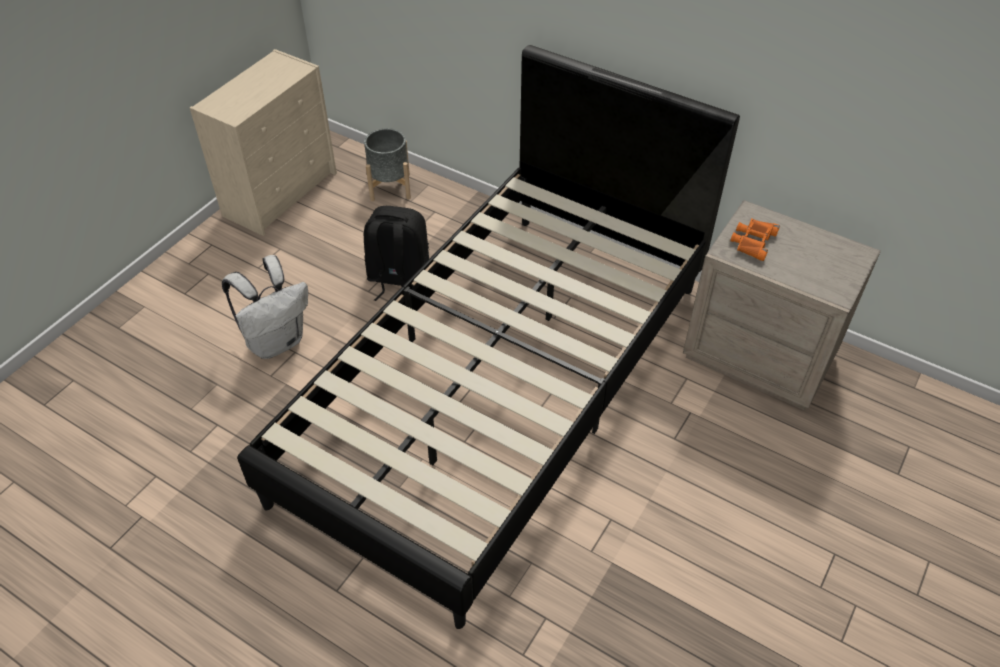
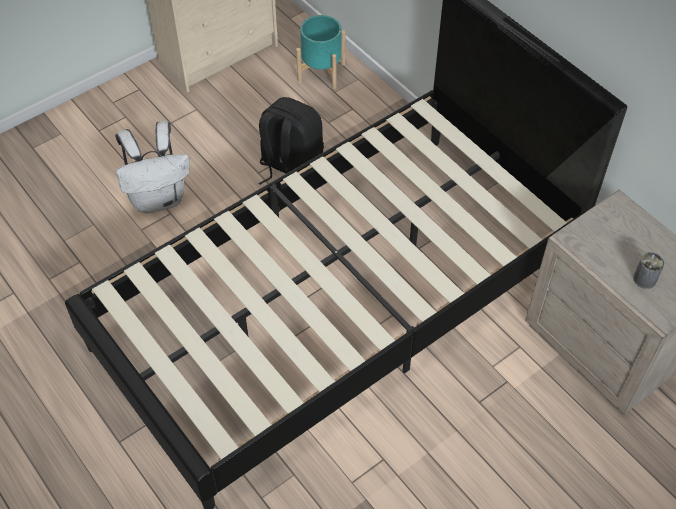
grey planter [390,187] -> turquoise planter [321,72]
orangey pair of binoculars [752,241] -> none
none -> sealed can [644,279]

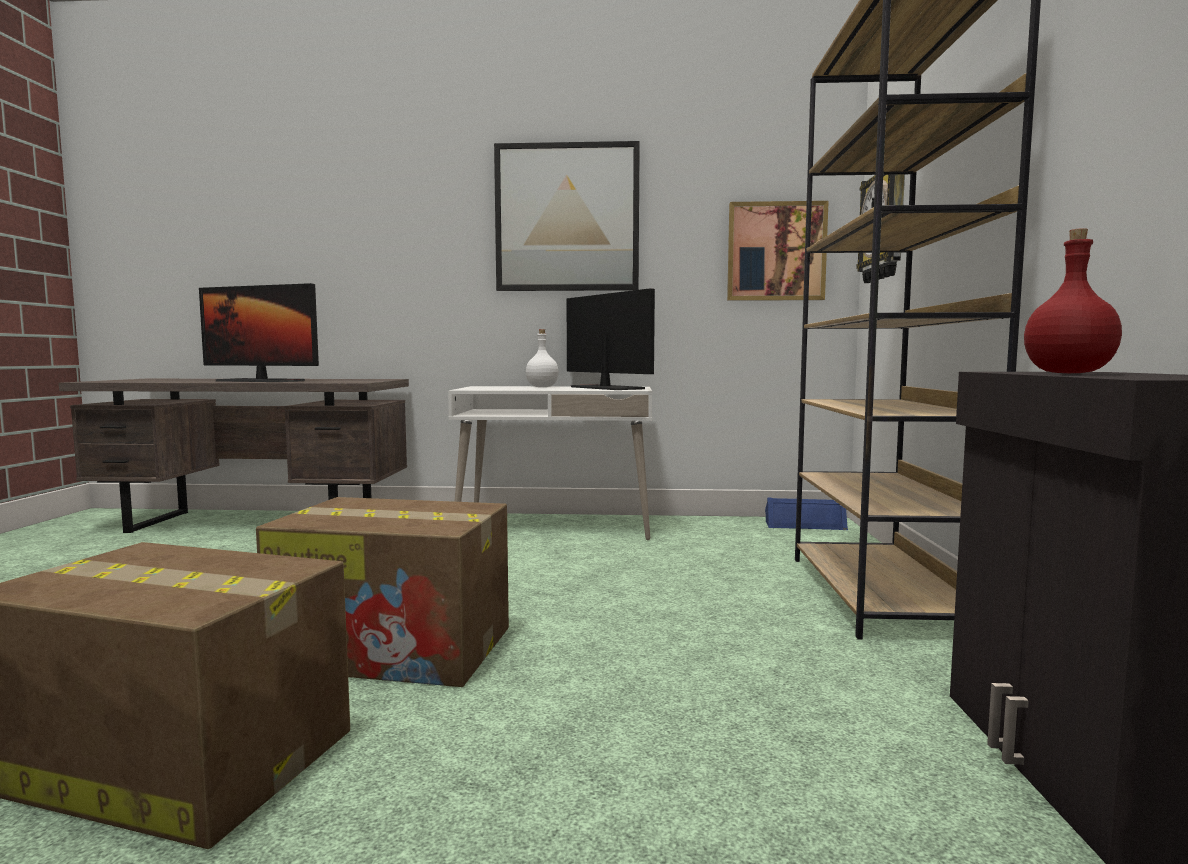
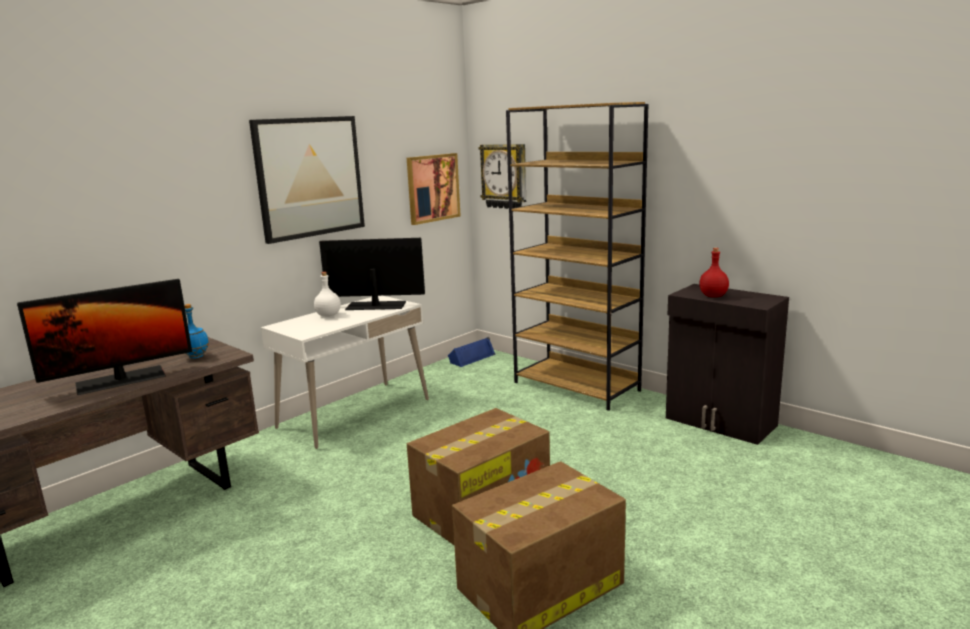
none -> blue bottle [197,356]

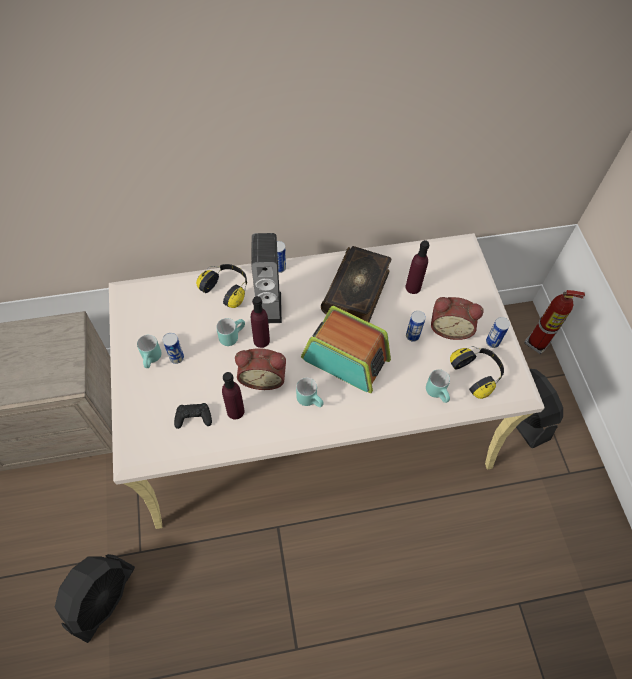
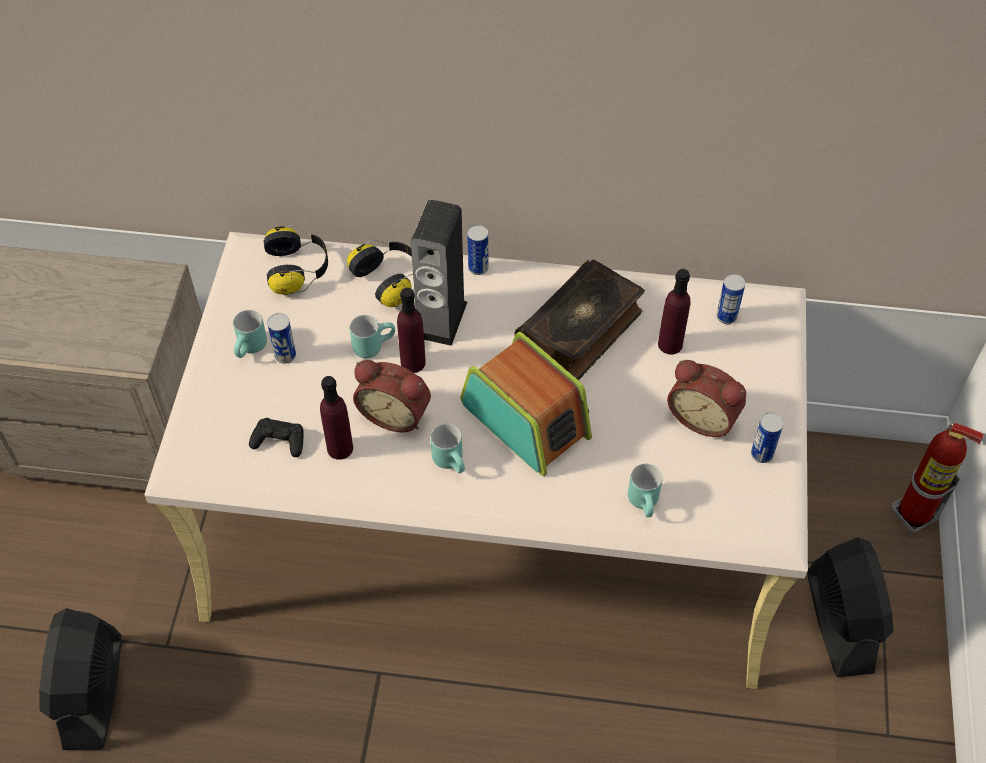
sealed can [412,336] -> sealed can [726,316], moved
headphones [477,374] -> headphones [298,269], moved
black-coloured cooling fan [102,597] -> black-coloured cooling fan [93,692], 135 degrees clockwise

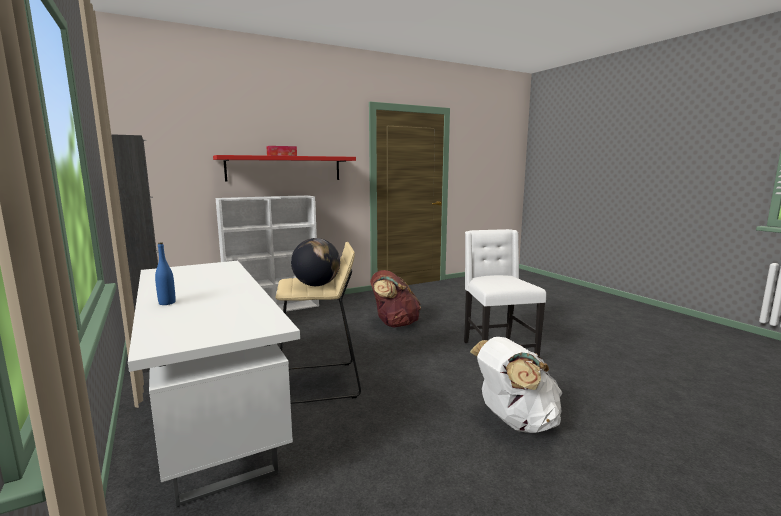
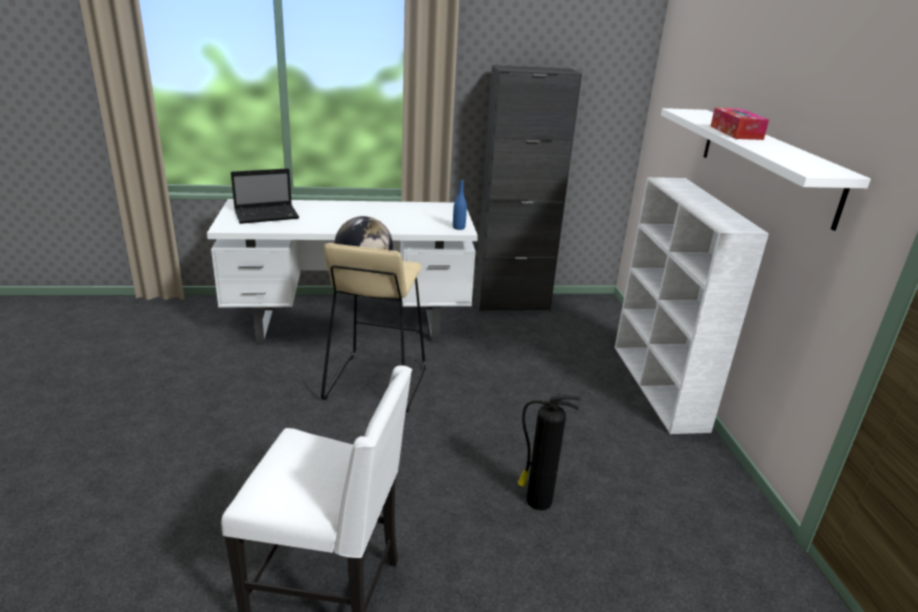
reddish bracket shelf [284,168] -> white bracket shelf [766,163]
blue bottle [167,303] -> blue bottle [458,228], moved
brown-coloured backpack [394,324] -> fire-fighting cylinder [537,500]
white backpack [514,421] -> none
none -> notebook computer [268,215]

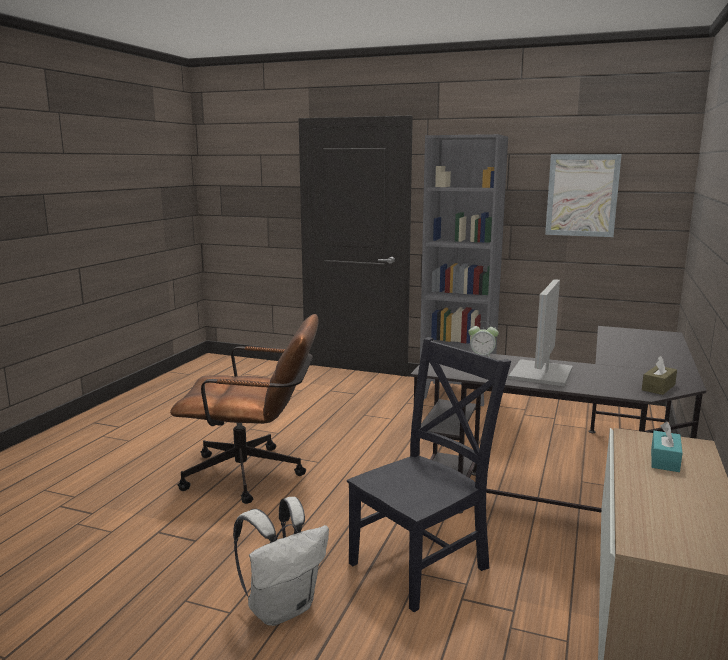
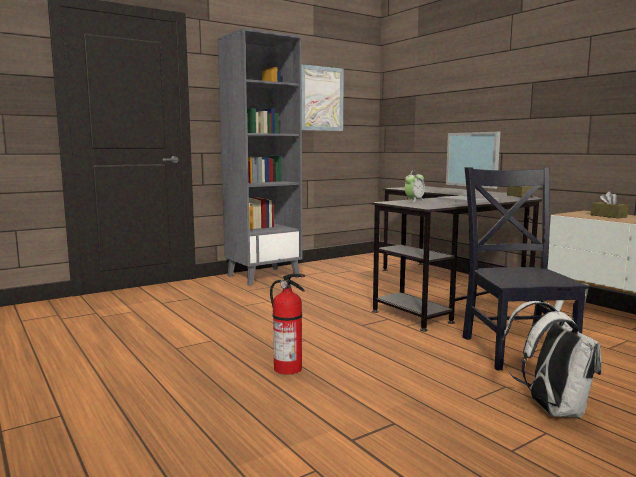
brown-coloured desk chair [254,475] -> fire-fighting cylinder [289,368]
turquoise tissue box [665,460] -> brown-coloured tissue box [608,216]

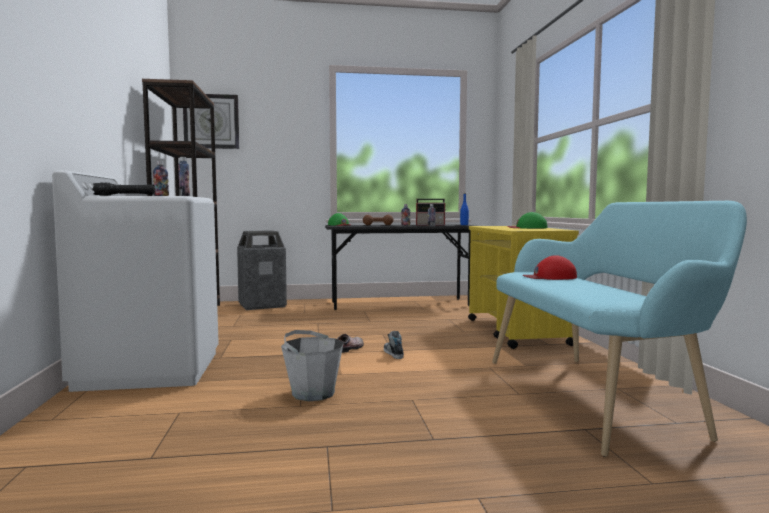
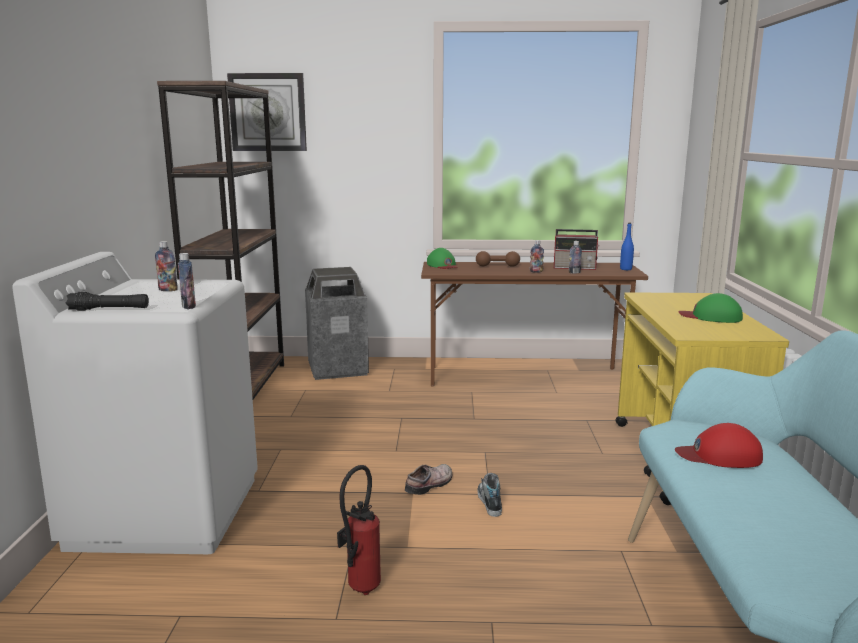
grey desk table [400,304] -> brown-coloured desk table [526,377]
grey bucket [313,393] -> fire-fighting cylinder [359,589]

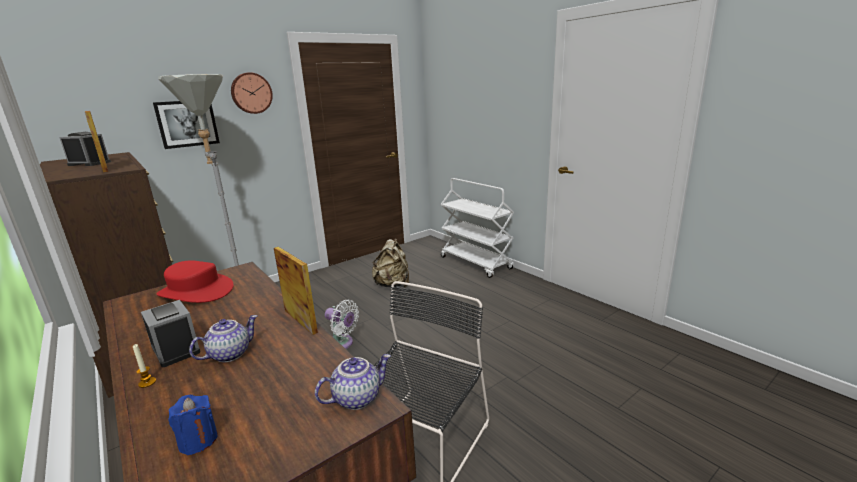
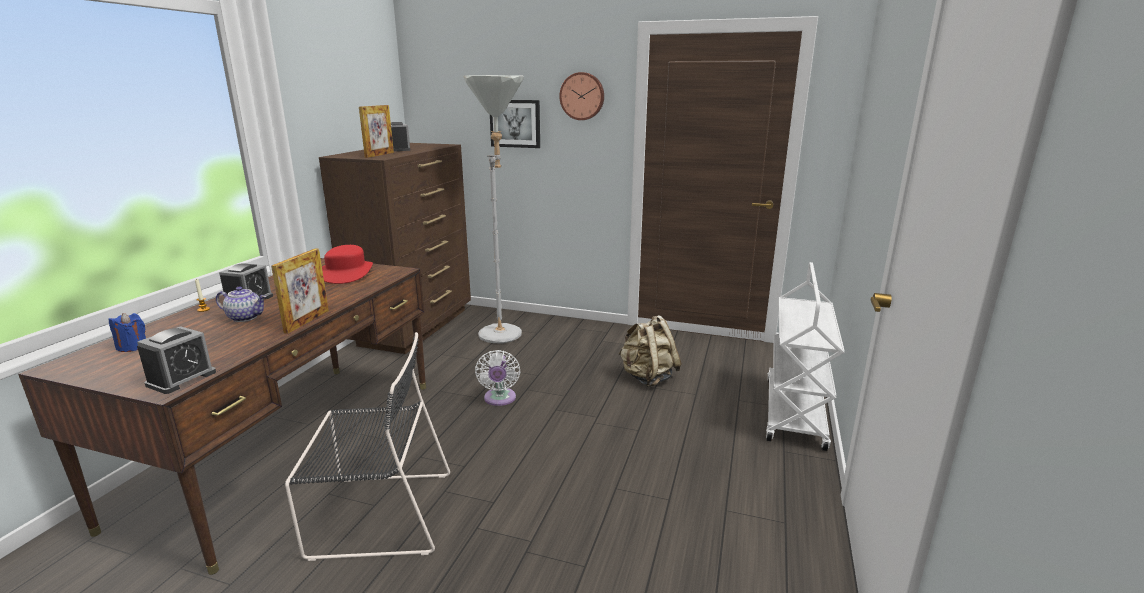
pot for tea [357,397] -> alarm clock [181,379]

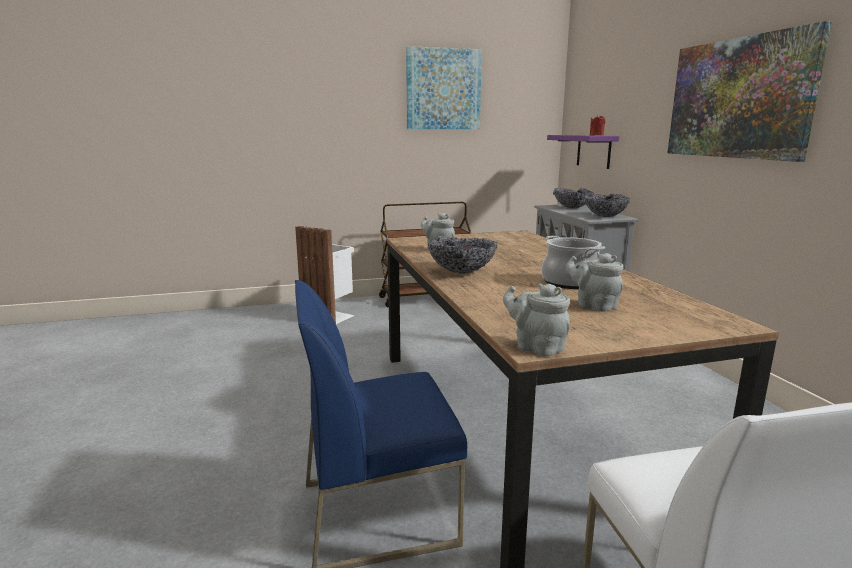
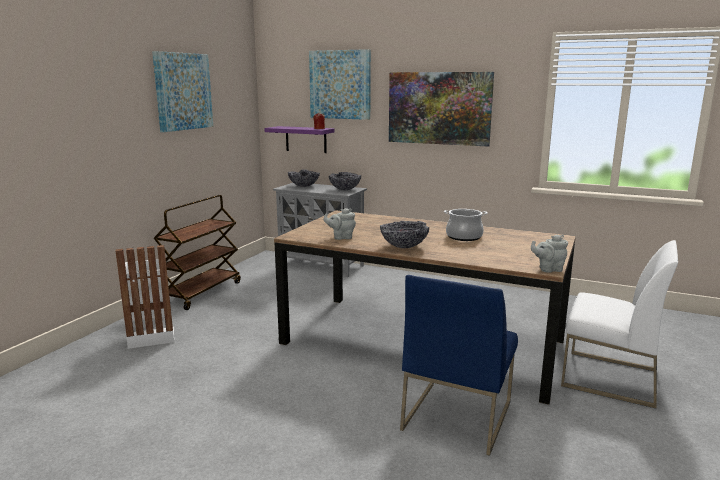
grey pot for tea [593,305] -> none
none -> wall art [340,84]

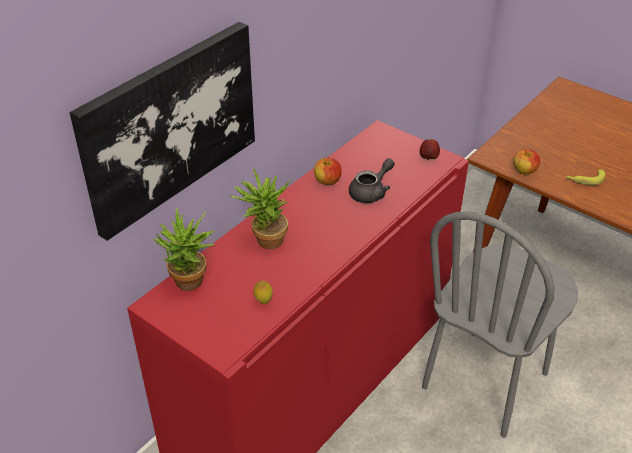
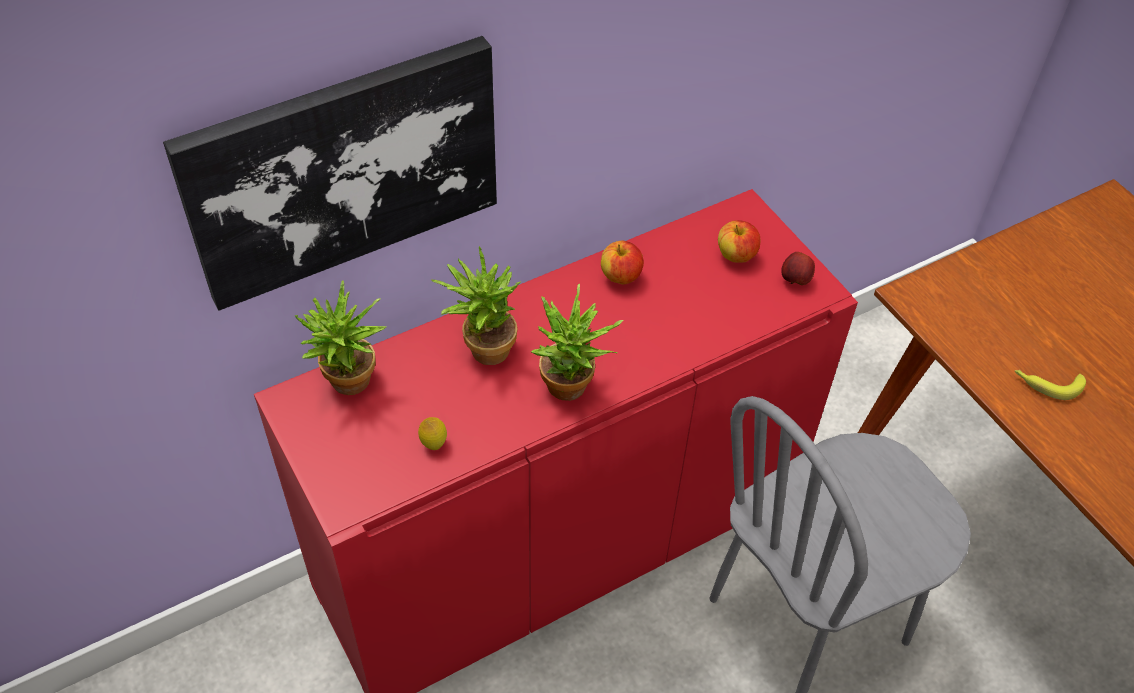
apple fruit [524,171] -> apple fruit [736,255], moved
grey pot for tea [371,192] -> none
none -> plant in a pot [573,390]

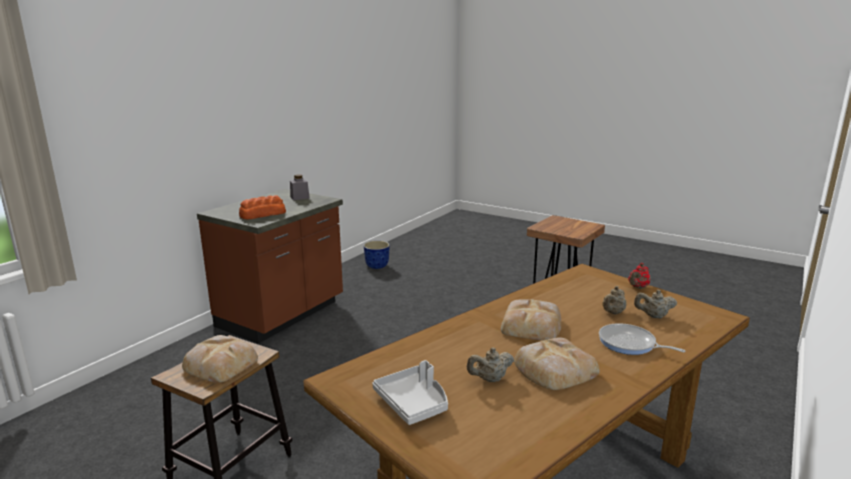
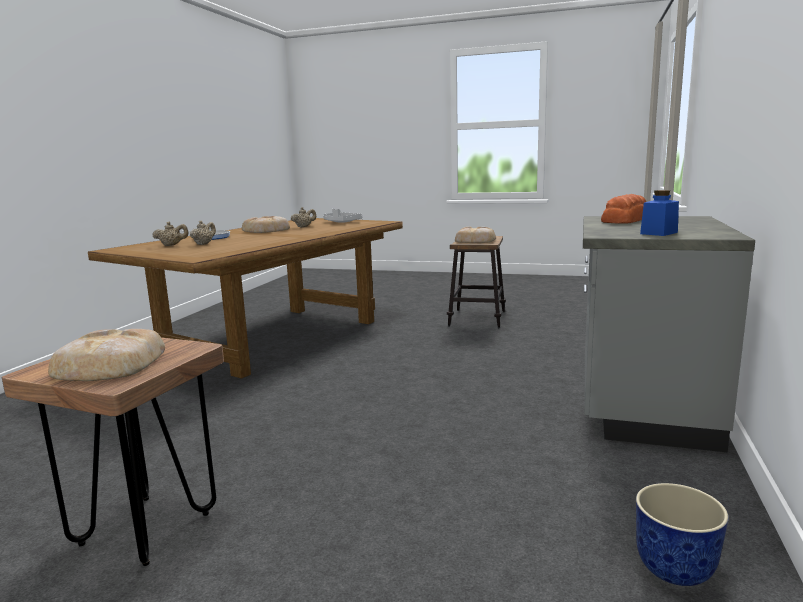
grey storage jar [299,197] -> blue storage jar [659,233]
brown-coloured kitchen counter [282,315] -> grey kitchen counter [640,405]
reddish pot for tea [638,287] -> none
baked bread [531,325] -> baked bread [108,365], moved

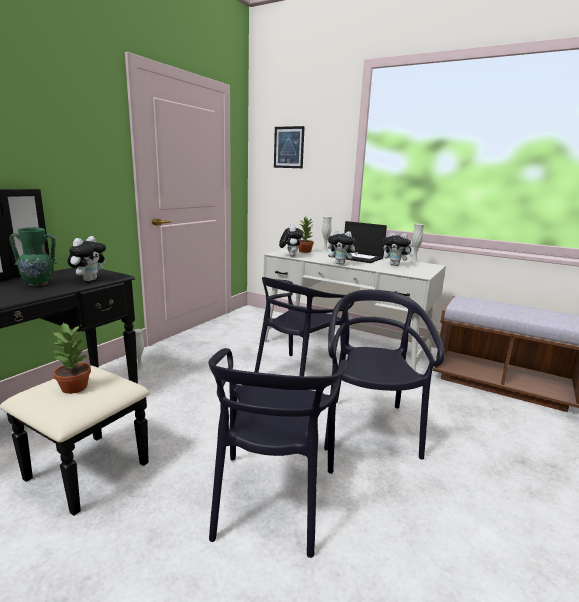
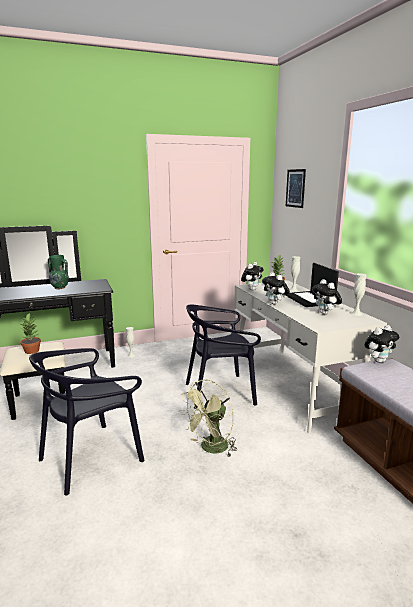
soft toy [89,280] -> soft toy [378,361], moved
black-coloured upright chair [369,428] -> greenish cooling fan [211,449]

